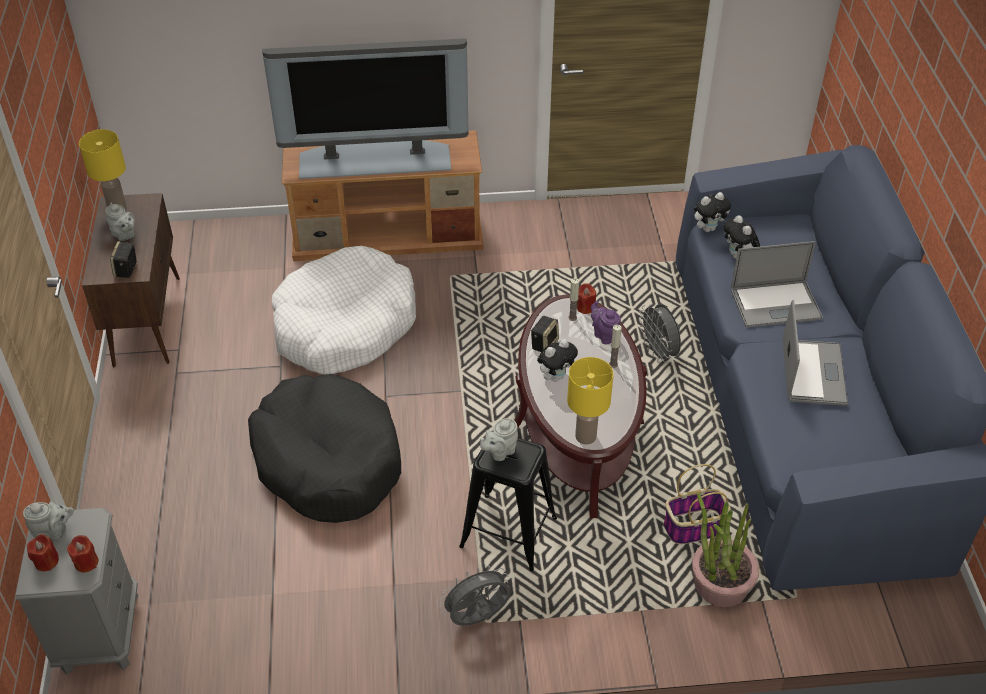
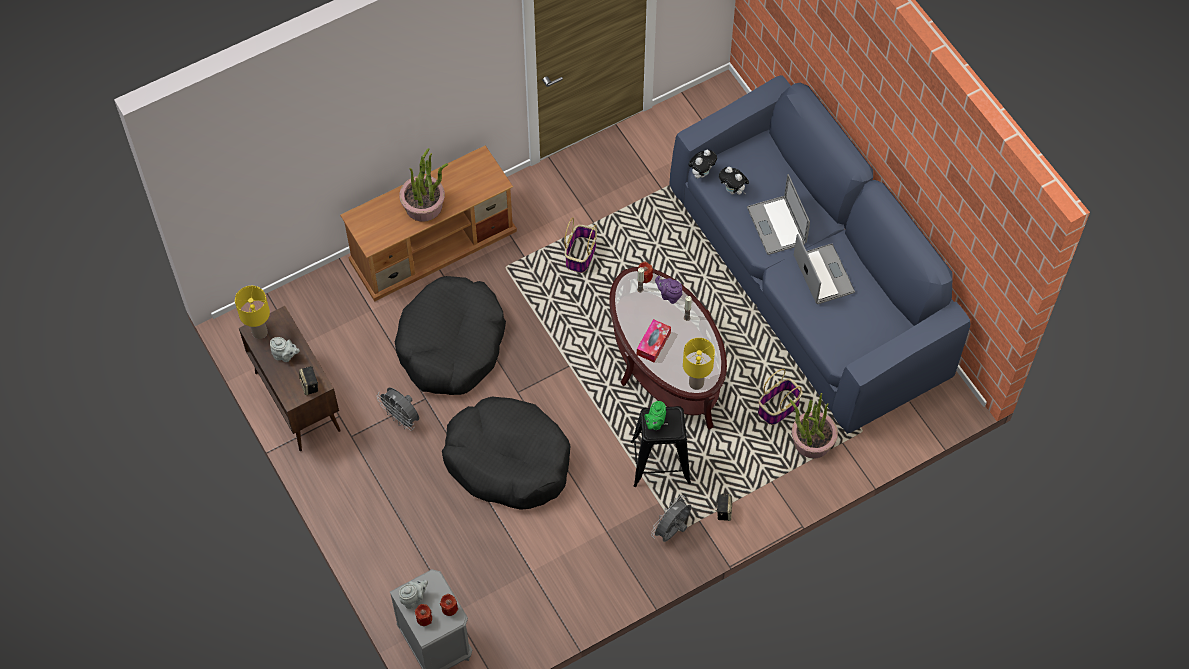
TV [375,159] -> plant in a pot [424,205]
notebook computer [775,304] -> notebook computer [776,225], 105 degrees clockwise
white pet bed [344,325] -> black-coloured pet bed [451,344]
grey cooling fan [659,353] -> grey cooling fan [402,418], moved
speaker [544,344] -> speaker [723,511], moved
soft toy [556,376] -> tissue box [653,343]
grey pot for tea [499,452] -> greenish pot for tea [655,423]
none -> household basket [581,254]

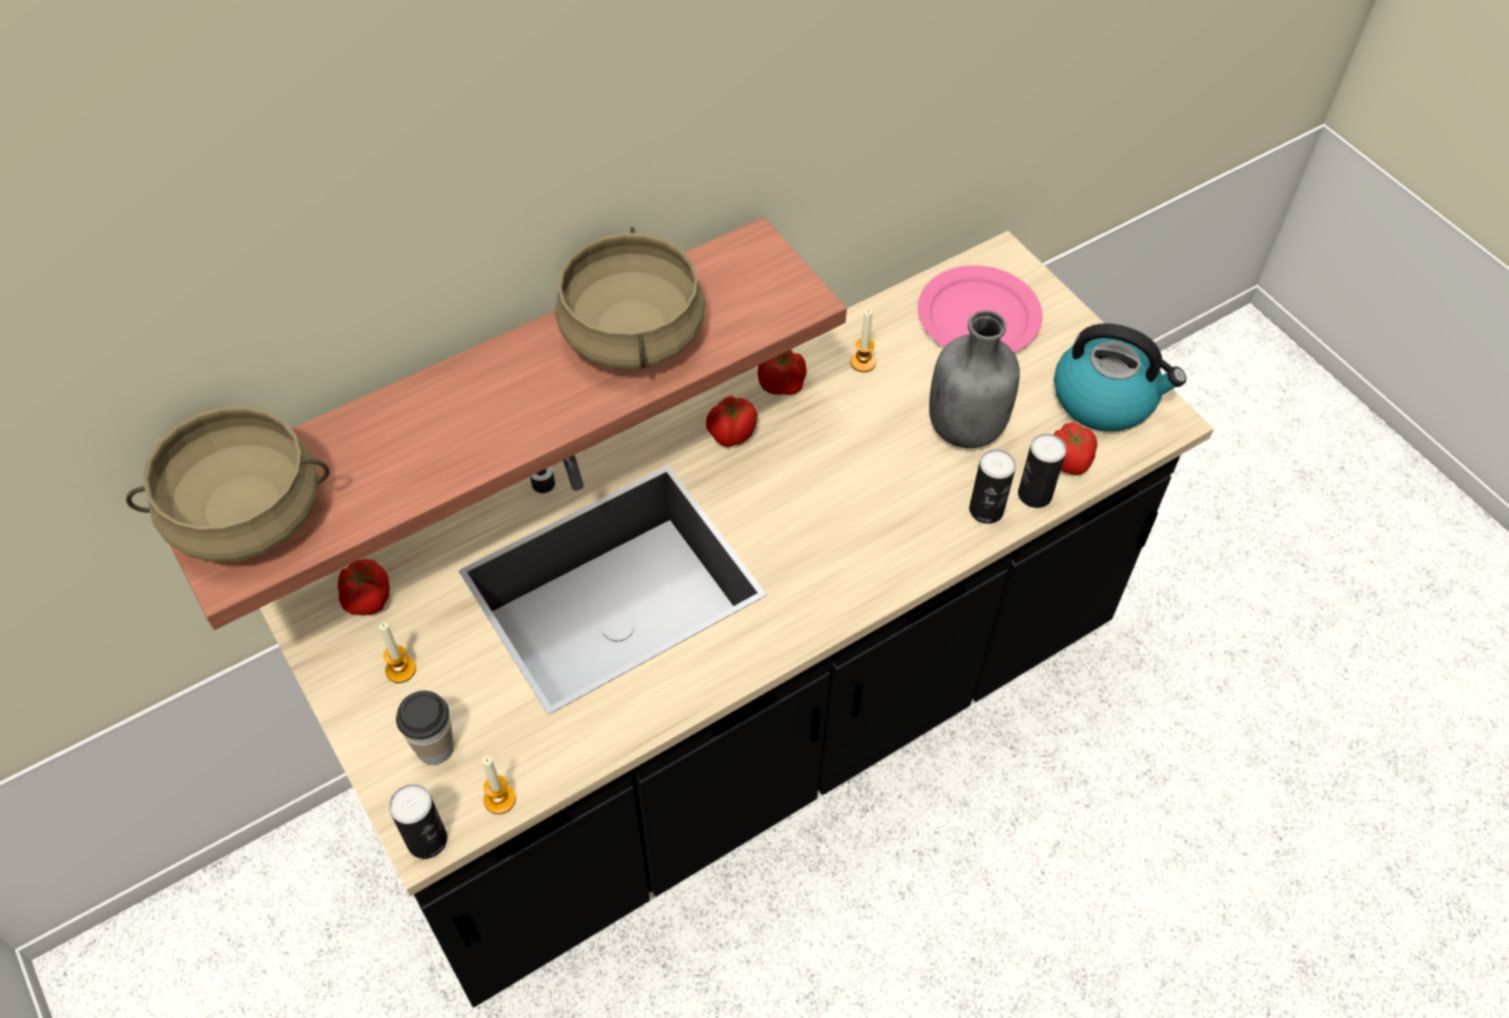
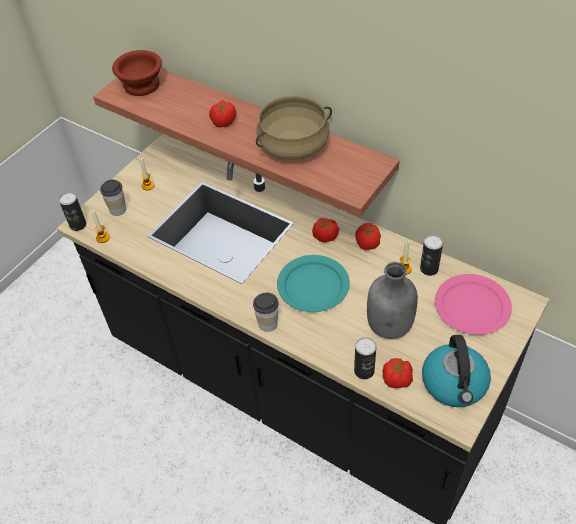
beige-coloured saucepot [245,515] -> brown-coloured bowl [140,85]
sealed can [986,510] -> sealed can [429,269], moved
whole tomato [367,600] -> whole tomato [223,122], moved
none -> turquoise flat dish [313,285]
none -> cup [268,324]

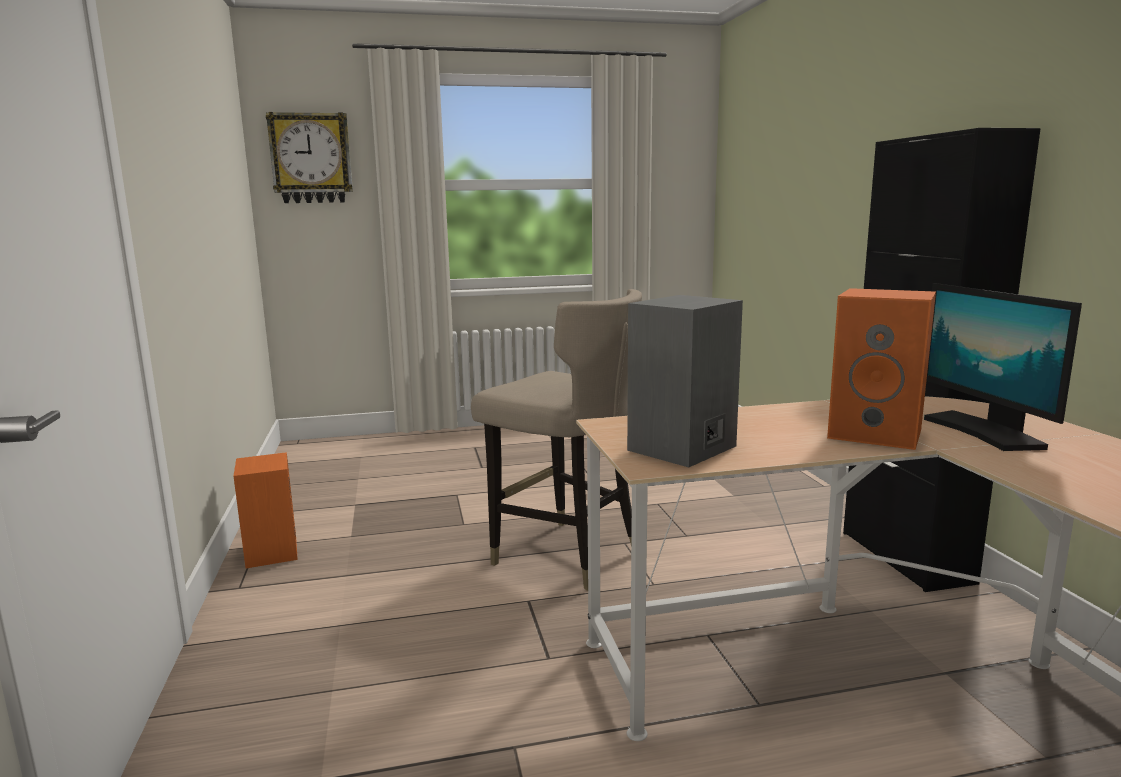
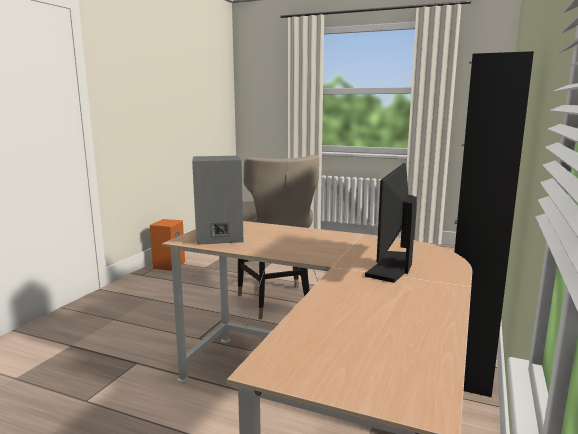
clock on the wall [311,158] -> none
orangey speaker [877,433] -> none

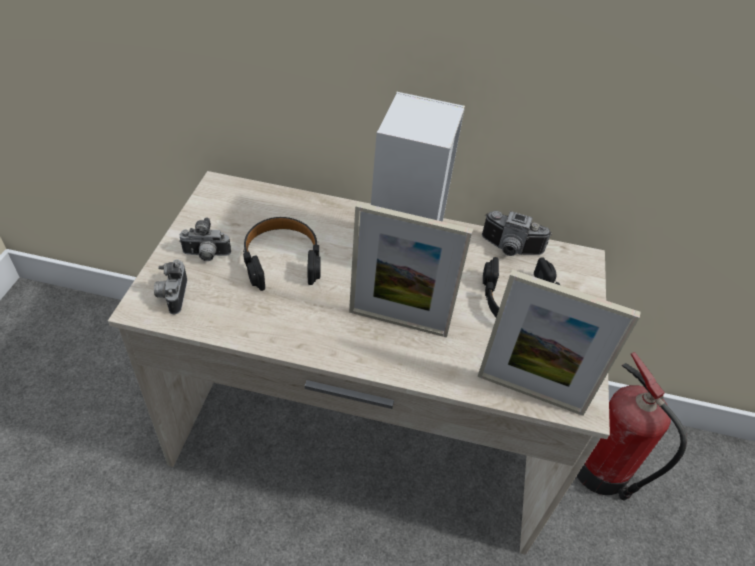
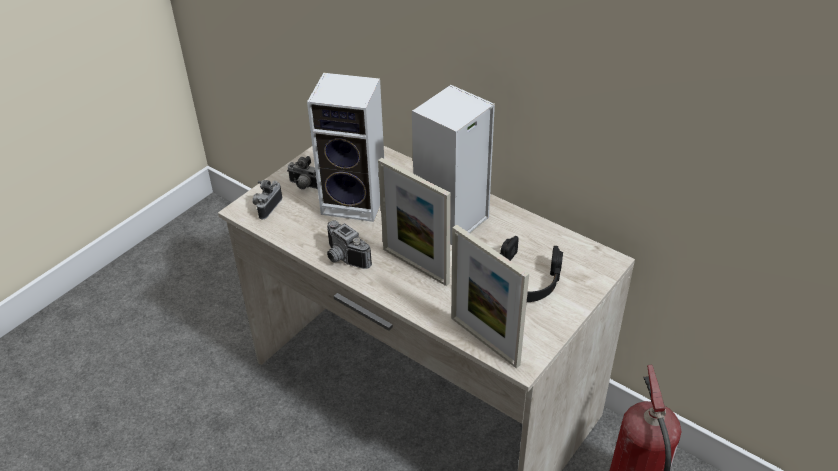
still camera [510,250] -> still camera [343,258], moved
black-coloured headphones [282,259] -> speaker [357,201]

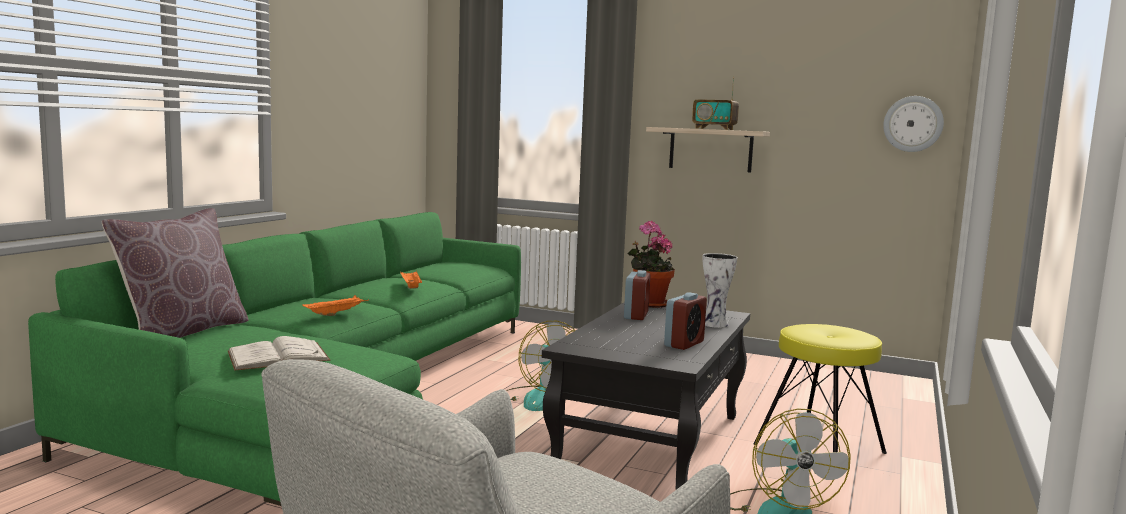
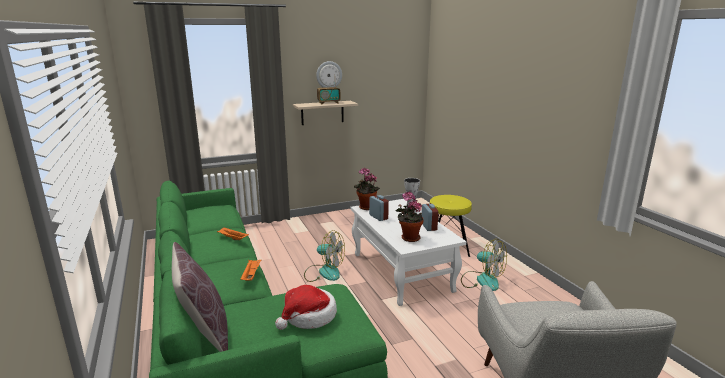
clock on the wall [913,124] -> clock on the wall [329,75], moved
black-coloured low table [651,441] -> white low table [401,271]
white volume [278,356] -> clothing hat [309,316]
none -> plant in a pot [408,238]

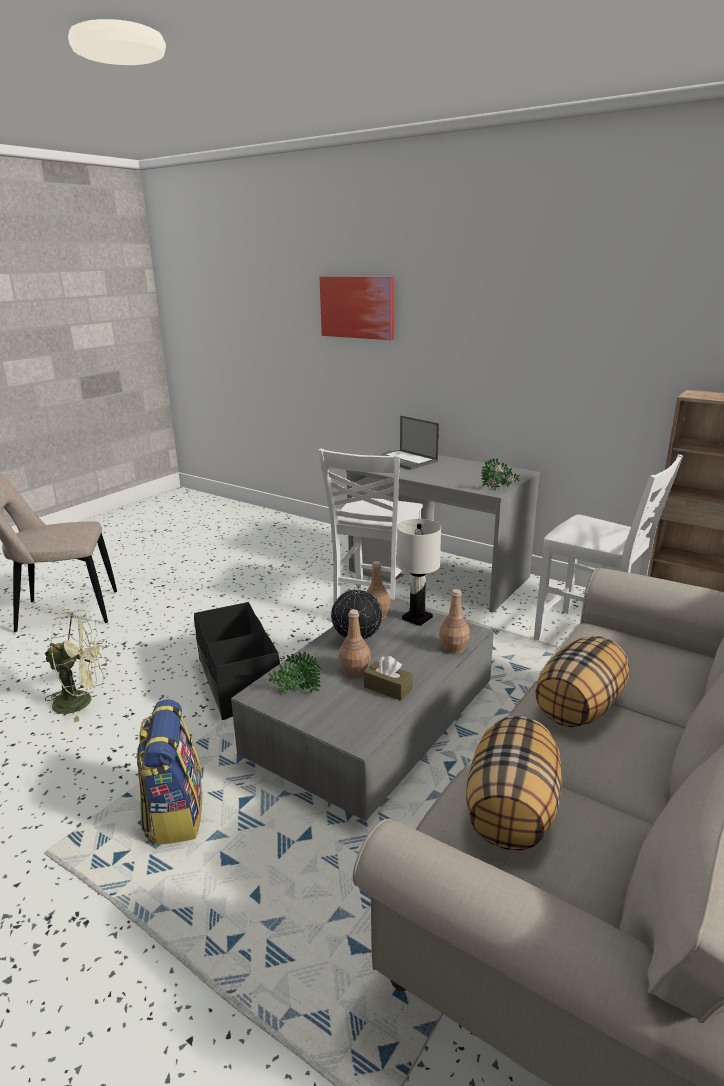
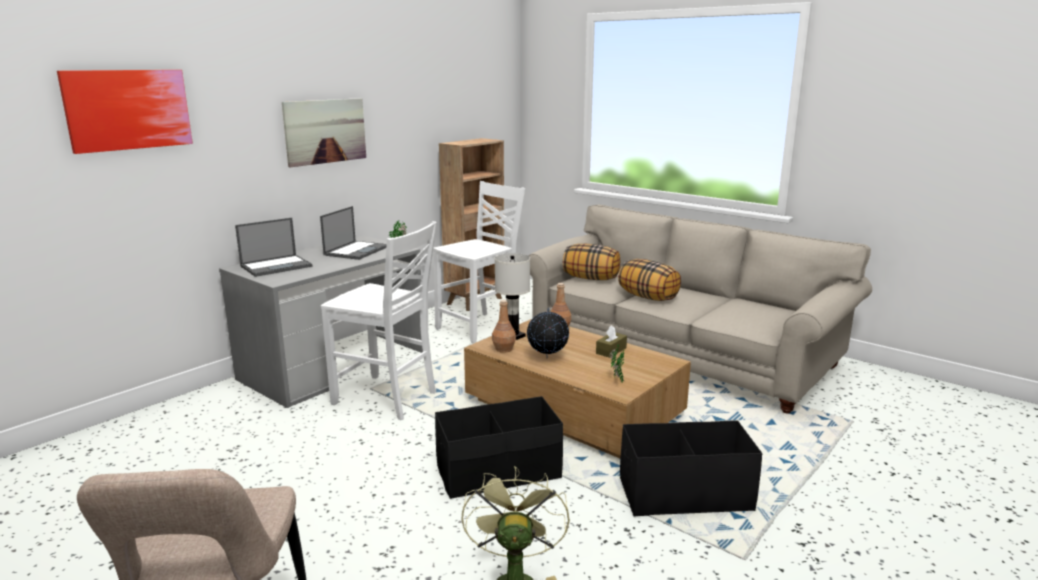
grey low table [372,725] -> brown-coloured low table [574,409]
brown-coloured bottle [355,671] -> none
backpack [174,814] -> black-coloured storage container [684,494]
pillow [512,811] -> pillow [591,278], moved
none -> wall art [325,131]
none -> notebook computer [356,250]

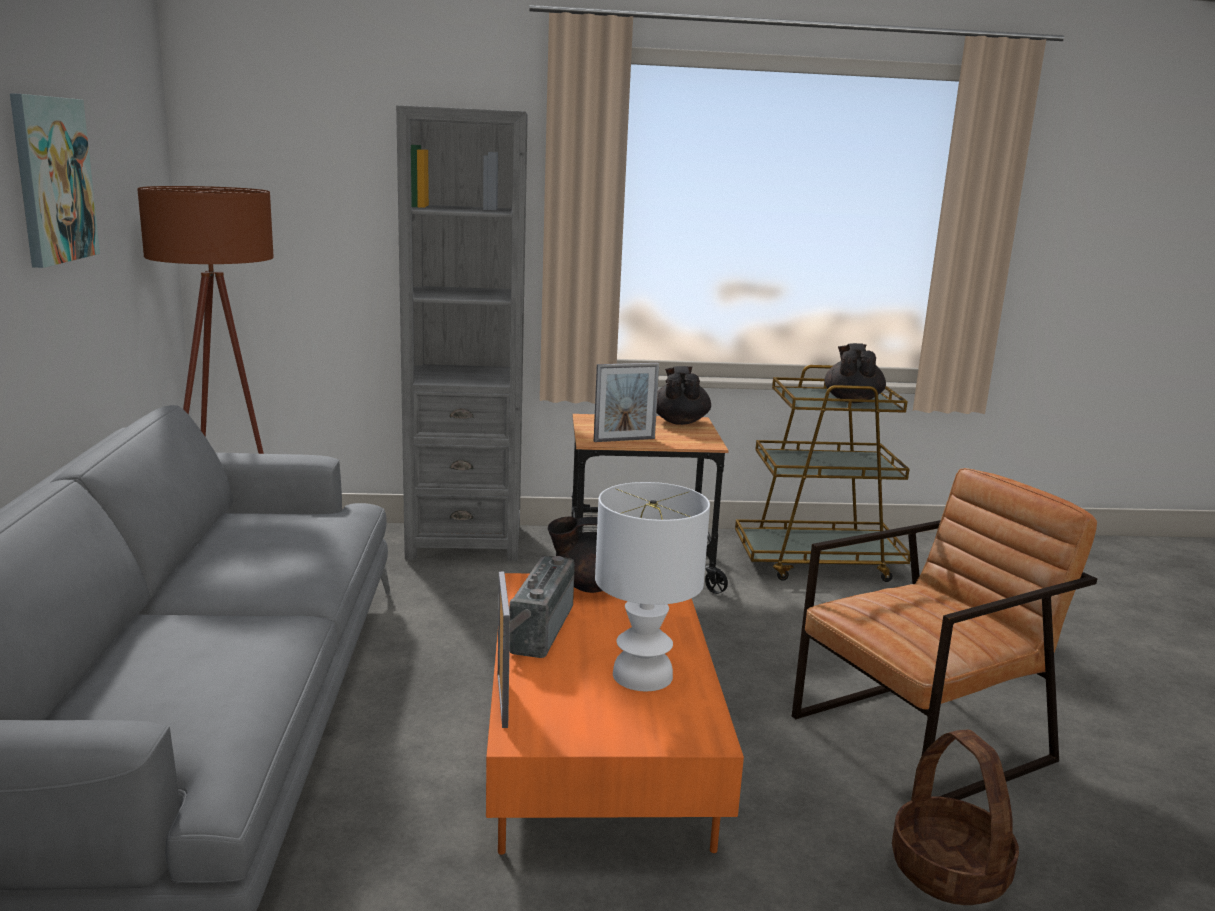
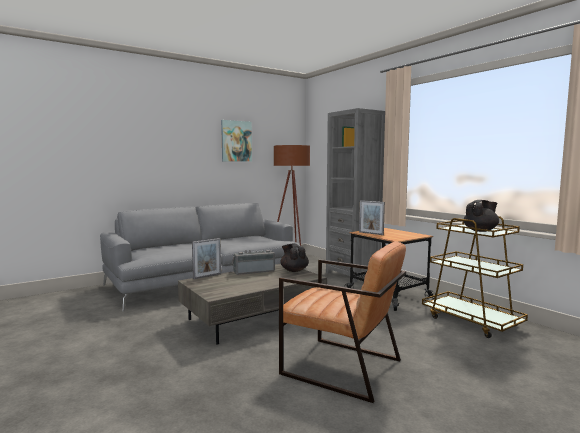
black-coloured pot for tea [680,421] -> none
white tabletop lamp [643,675] -> none
orangey low table [596,748] -> grey low table [254,317]
household basket [950,871] -> none

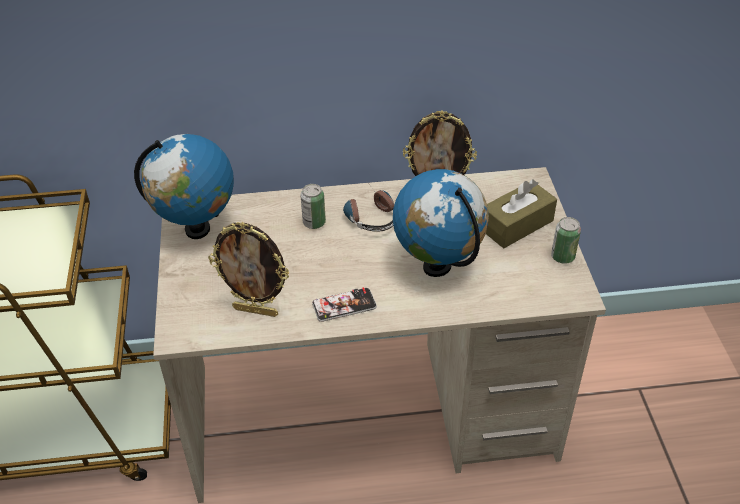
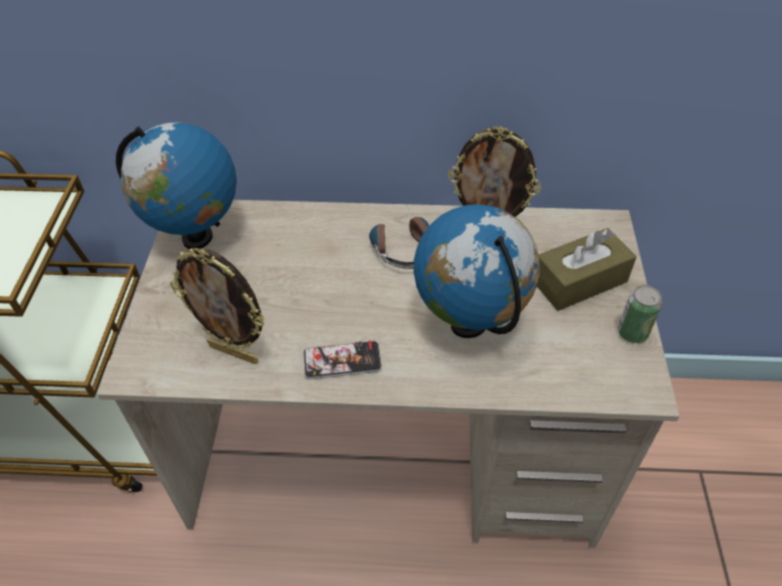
sealed can [314,223] -> none

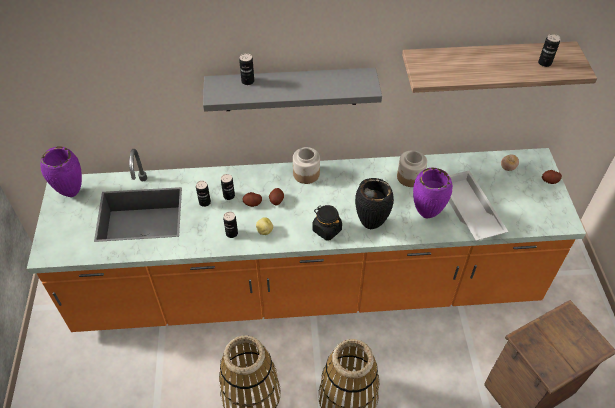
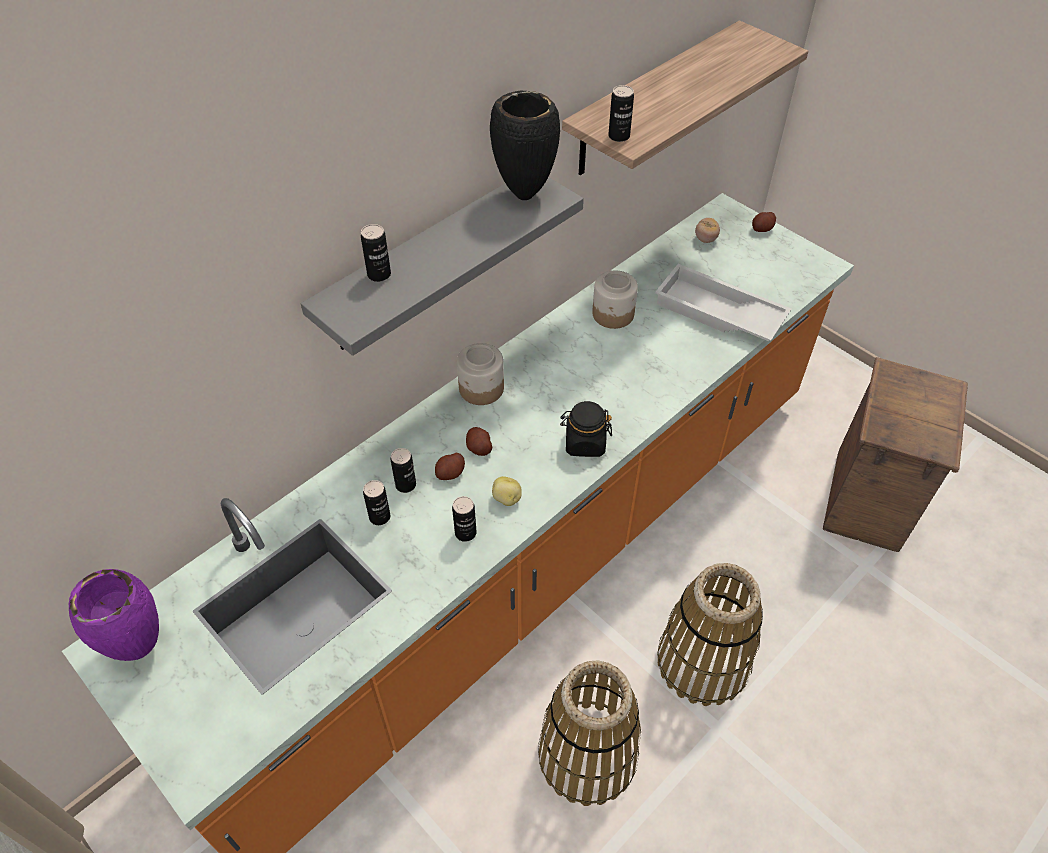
sealed can [544,63] -> sealed can [619,136], moved
purple-coloured flower vase [426,215] -> none
black-coloured flower vase [371,225] -> black-coloured flower vase [525,194], moved

